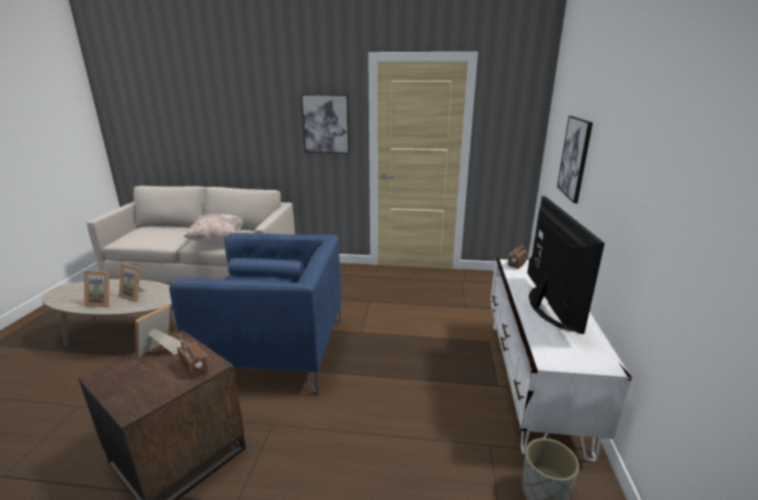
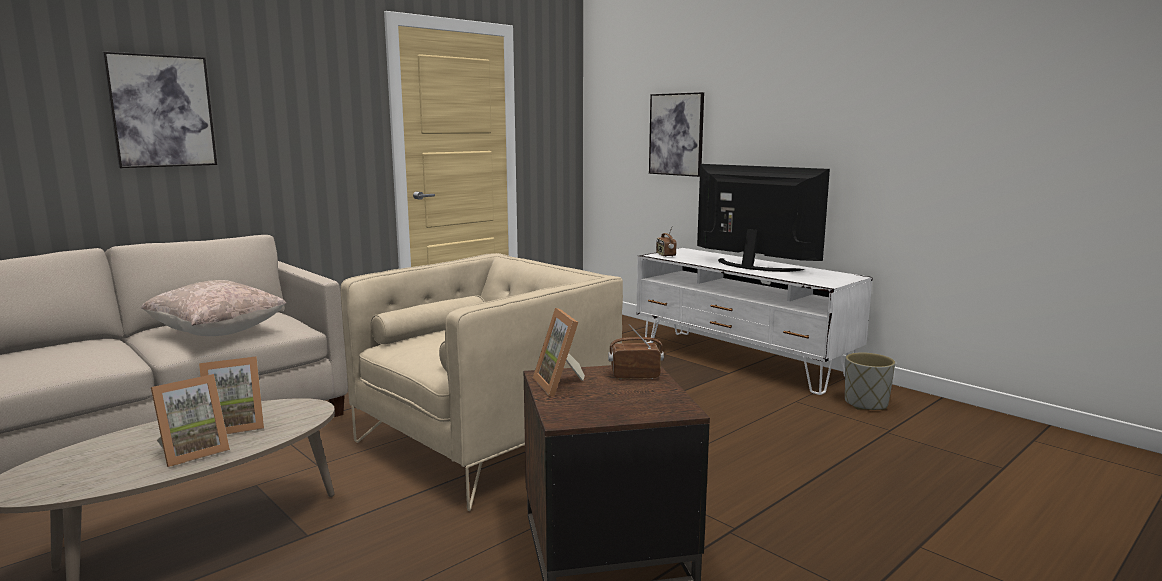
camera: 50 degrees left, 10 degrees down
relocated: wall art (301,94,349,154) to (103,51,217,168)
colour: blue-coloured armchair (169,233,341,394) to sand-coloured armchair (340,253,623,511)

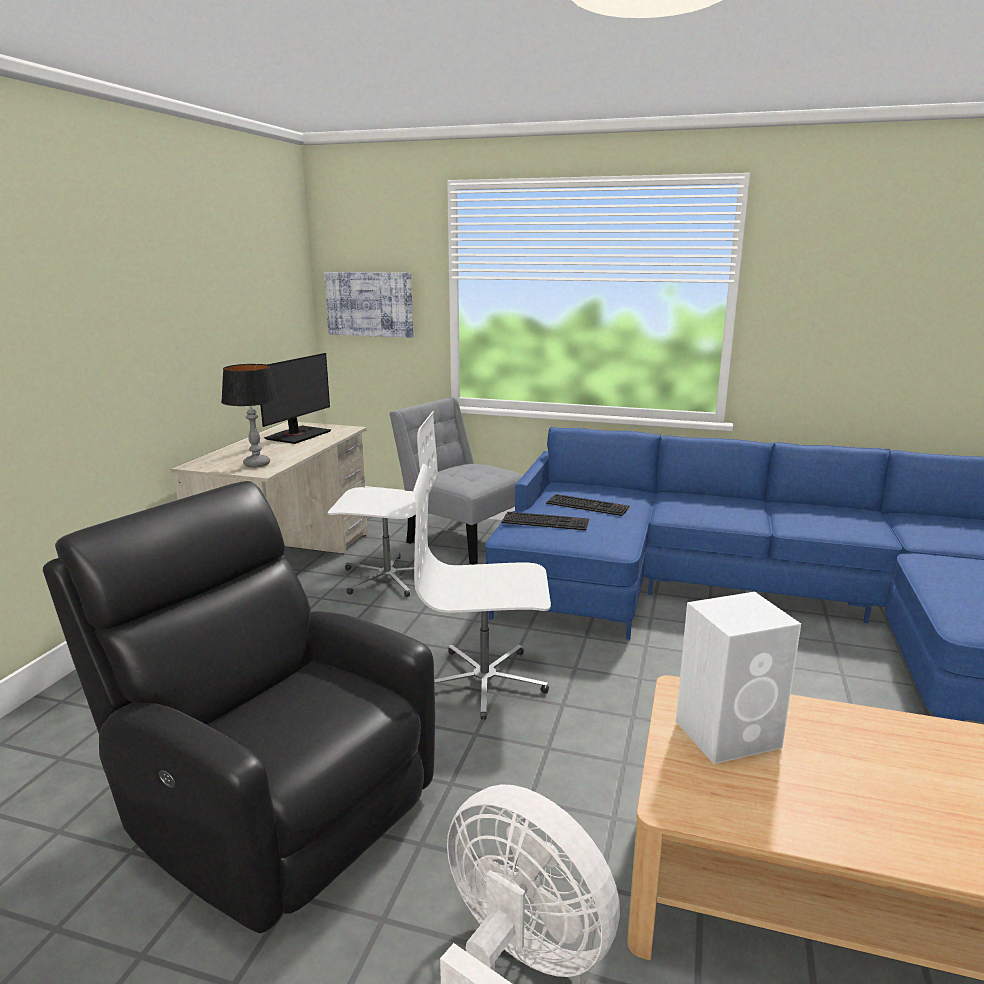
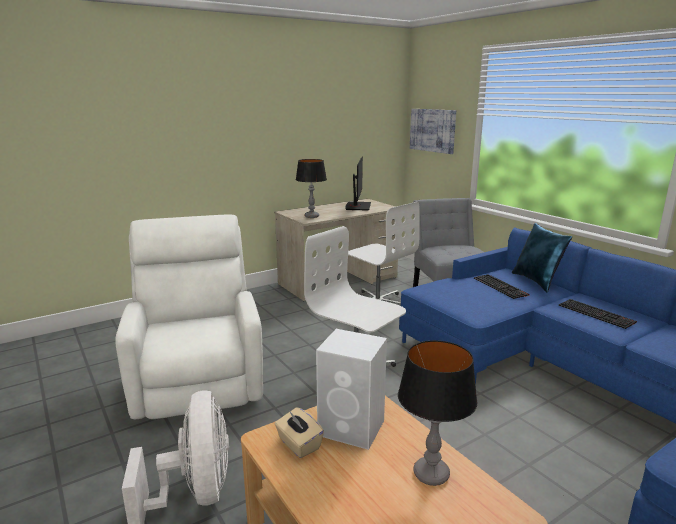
camera: 40 degrees right, 0 degrees up
appeared: sand-coloured tissue holder (275,407,324,458); lamp for a table (398,340,477,486); blue-coloured cushion (512,223,572,293)
relocated: PC keyboard (502,512,589,531) to (559,299,637,329)
colour: black-coloured armchair (43,481,435,933) to white-coloured armchair (115,214,263,419)
spun: computer screen (260,353,332,444) = (345,156,371,211) 60 degrees counterclockwise

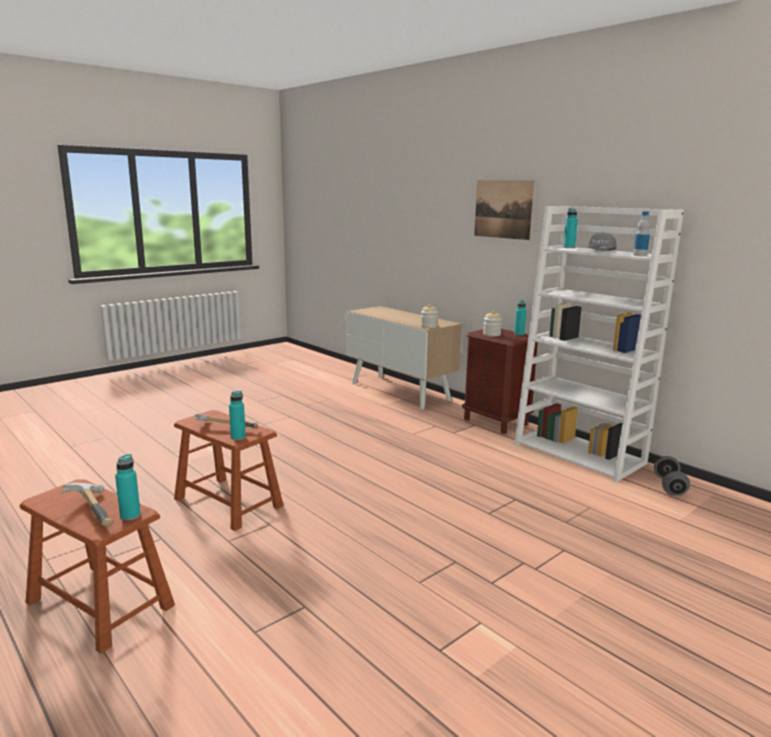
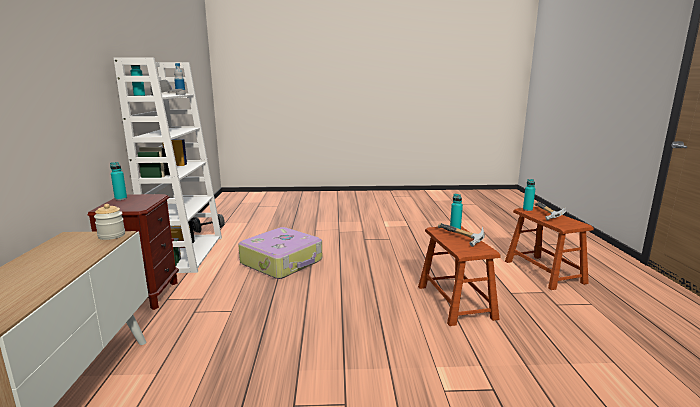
camera: 140 degrees left, 0 degrees up
missing: wall art (474,180,535,240); preserve jar (483,311,502,337)
appeared: piece of luggage (238,227,322,279)

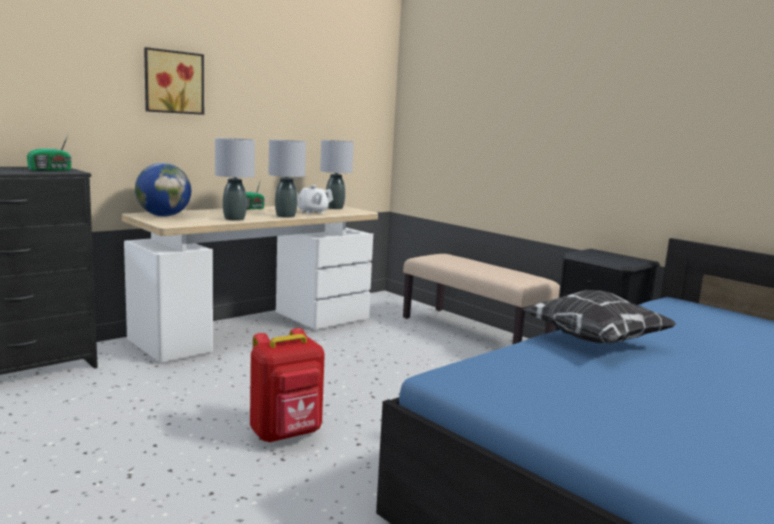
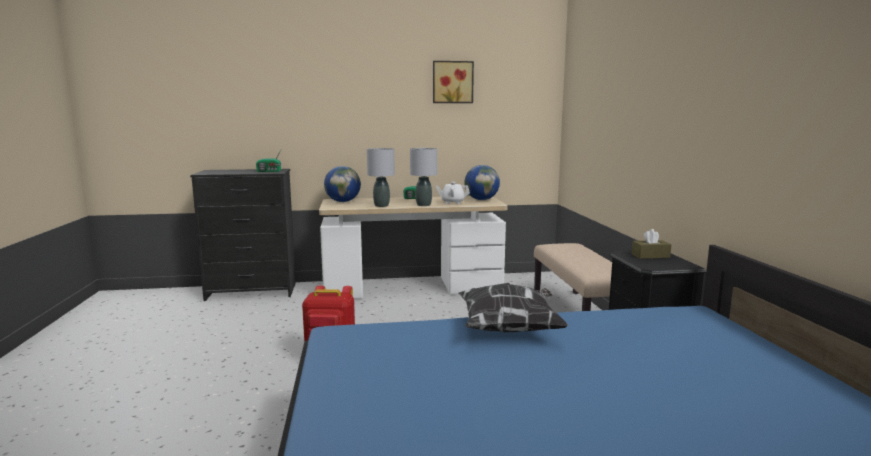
camera: 35 degrees right, 0 degrees up
appeared: brownish tissue holder (632,229,672,259)
relocated: wall art (144,47,204,115) to (433,61,474,103)
exchanged: greyish lamp for a table (320,140,354,209) to desk globe (464,165,500,200)

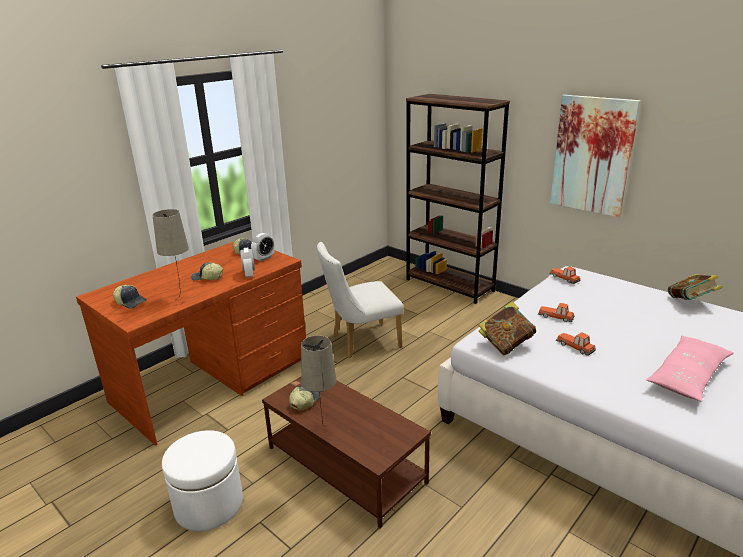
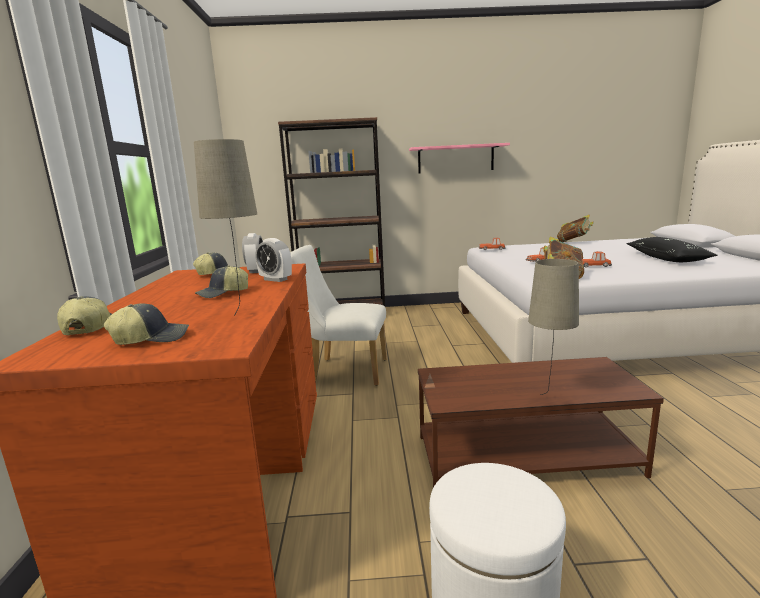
camera: 45 degrees left, 10 degrees down
relocated: baseball cap (289,386,321,411) to (57,296,112,335)
exchanged: wall art (550,95,641,217) to pinkish wall shelf (409,143,510,174)
colour: pinkish cushion (646,336,734,402) to black-coloured cushion (626,237,717,262)
spun: white-coloured plain chair (317,242,403,358) = (290,245,387,386) 75 degrees clockwise

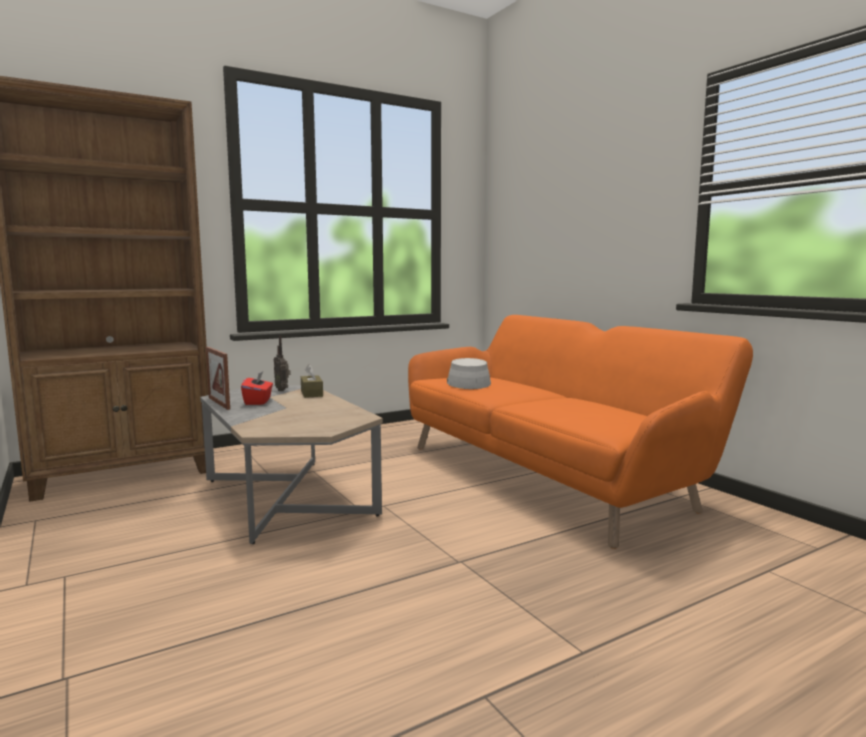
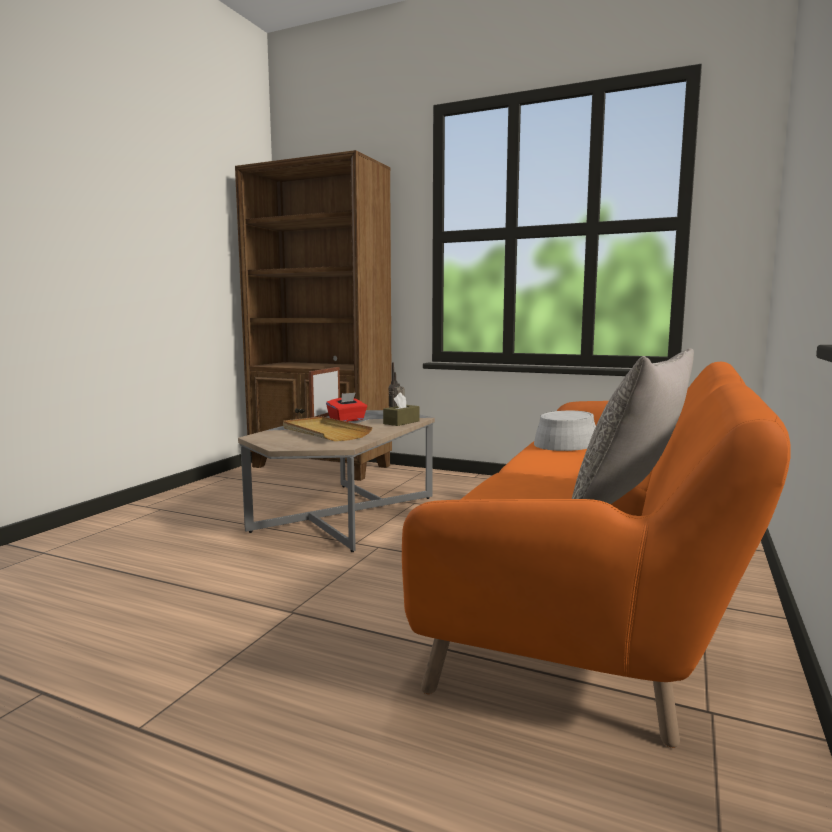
camera: 55 degrees right, 0 degrees up
appeared: sand-coloured carrying tray (283,417,373,441); greyish cushion (572,348,694,504)

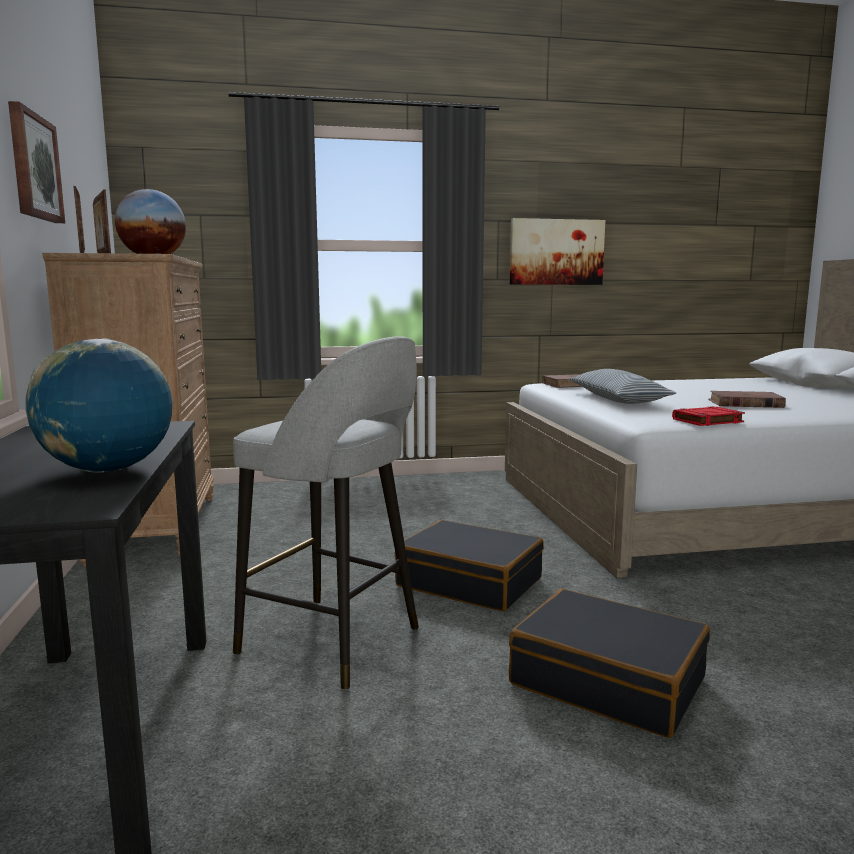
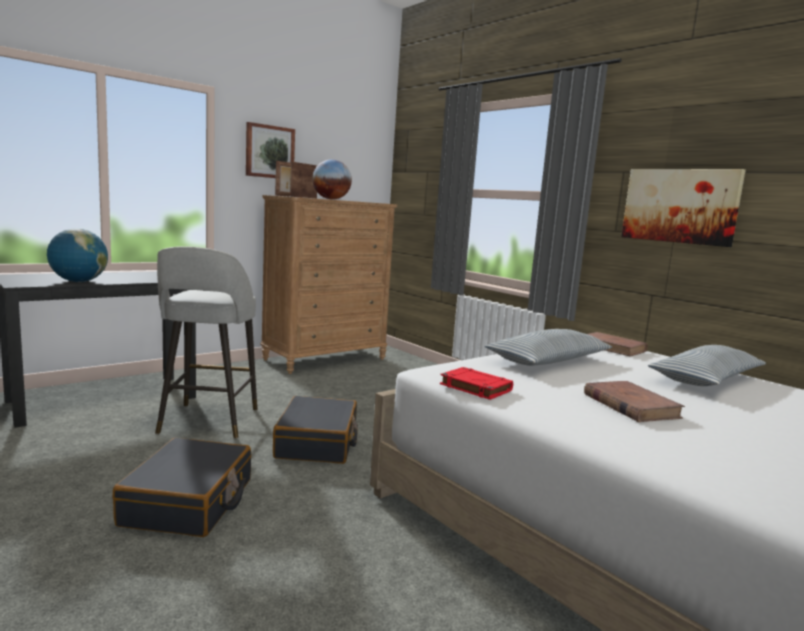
camera: 60 degrees right, 0 degrees up
appeared: cushion (648,345,766,386)

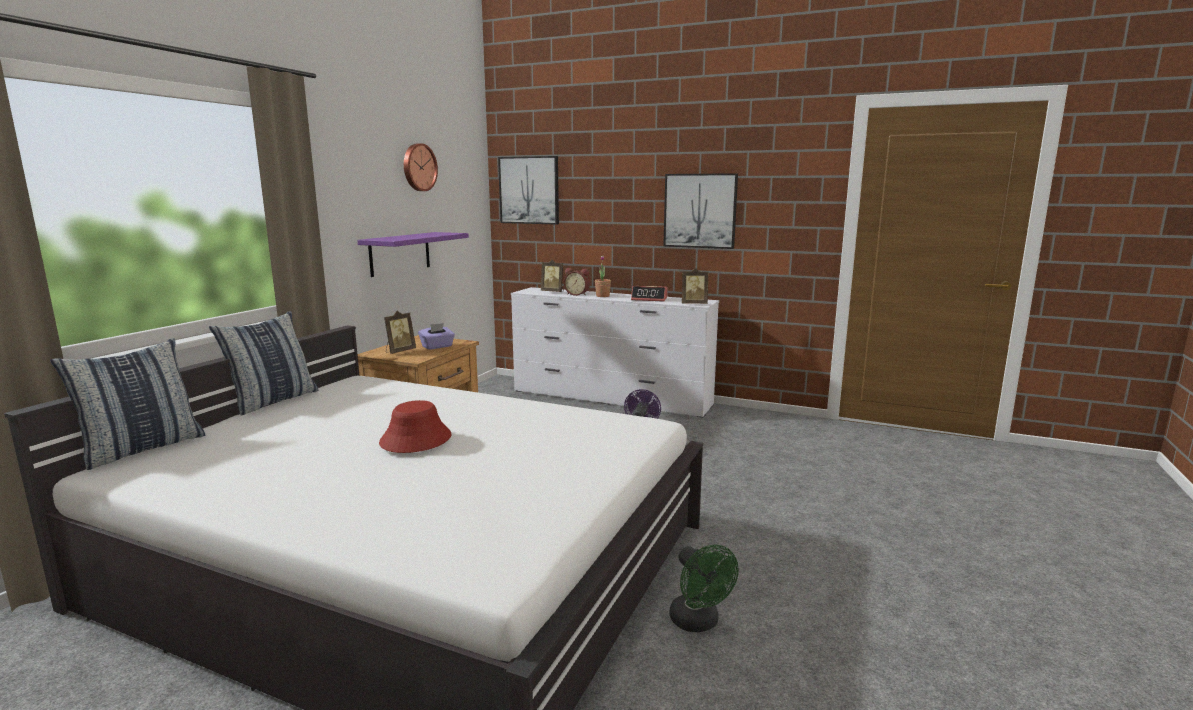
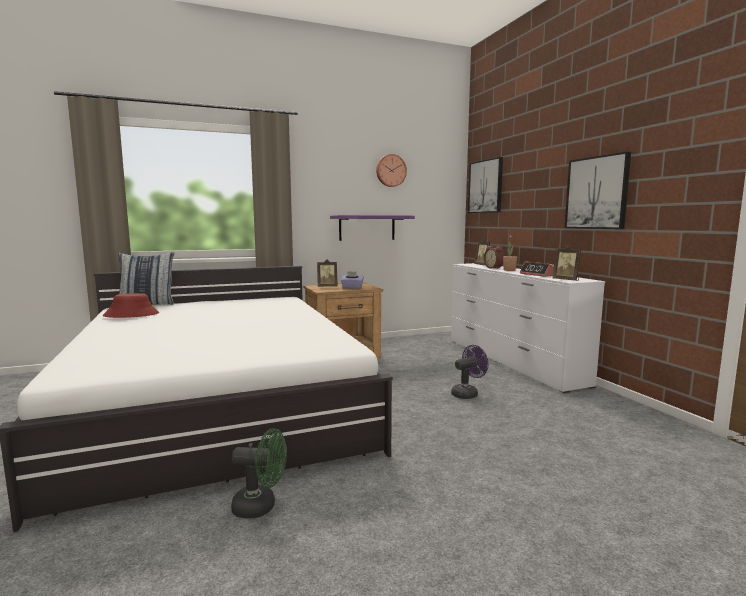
camera: 45 degrees right, 5 degrees down
missing: cushion (209,311,319,415)
relocated: red hat (379,400,451,453) to (103,293,159,318)
spun: greenish cooling fan (669,545,739,632) = (231,428,287,519) 105 degrees counterclockwise

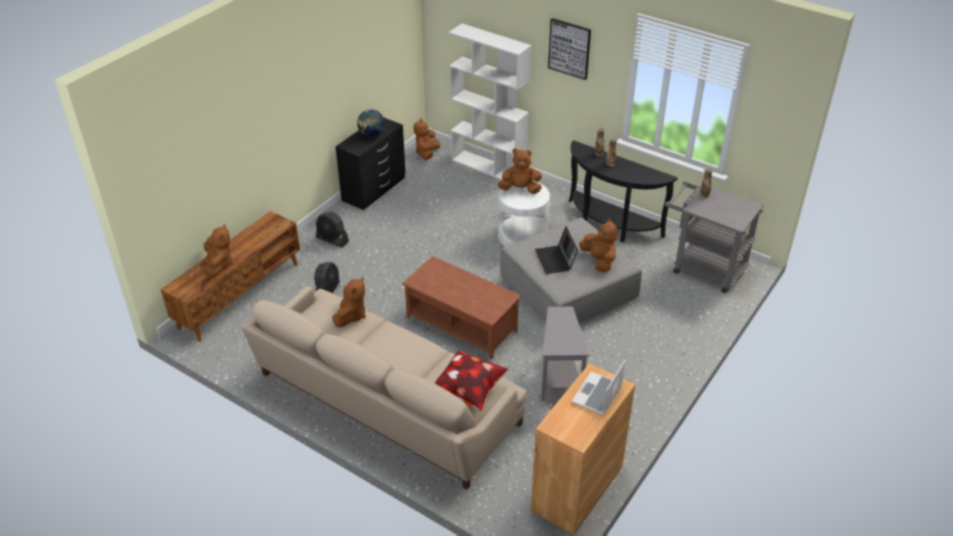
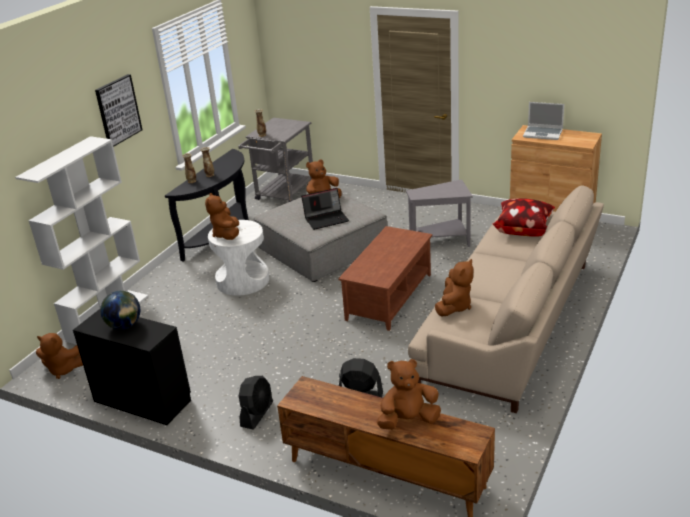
camera: 95 degrees left, 10 degrees down
spun: brownish plush toy (332,277,366,327) = (435,259,474,316) 105 degrees clockwise

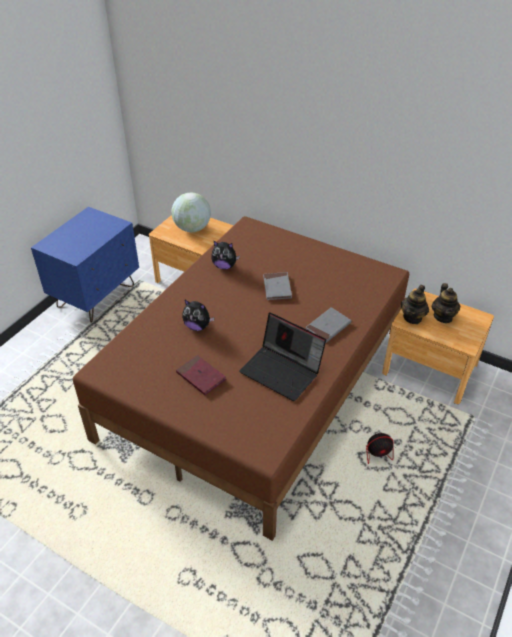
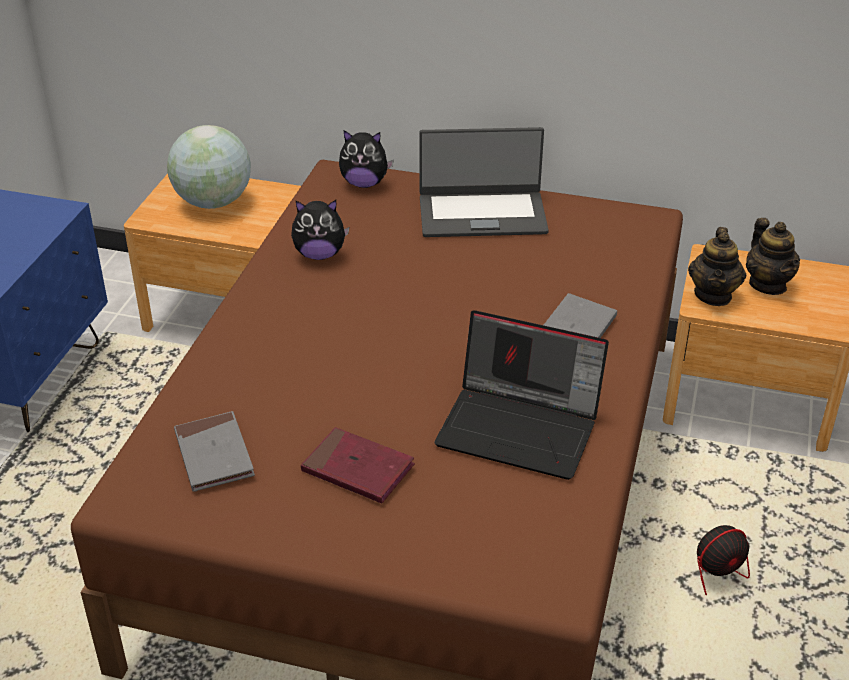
camera: 15 degrees left, 5 degrees down
appeared: notebook computer (419,127,549,237)
relocated: greyish volume (263,272,292,300) to (174,411,255,492); plush toy (182,300,215,331) to (339,130,394,188)

